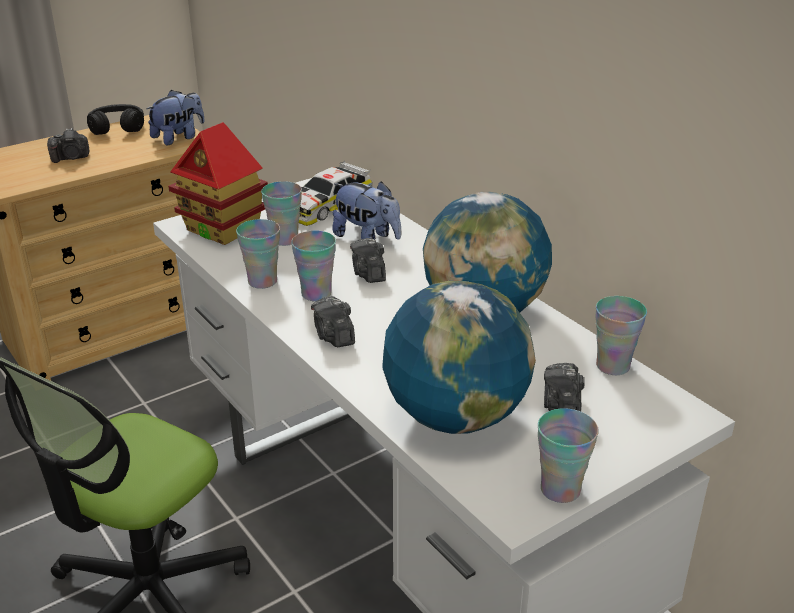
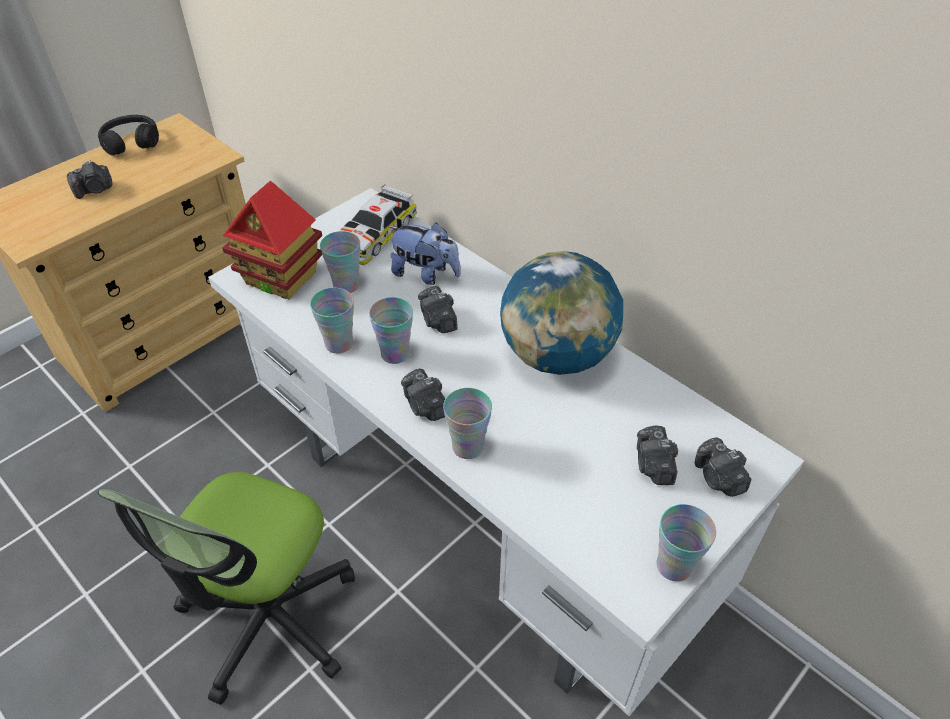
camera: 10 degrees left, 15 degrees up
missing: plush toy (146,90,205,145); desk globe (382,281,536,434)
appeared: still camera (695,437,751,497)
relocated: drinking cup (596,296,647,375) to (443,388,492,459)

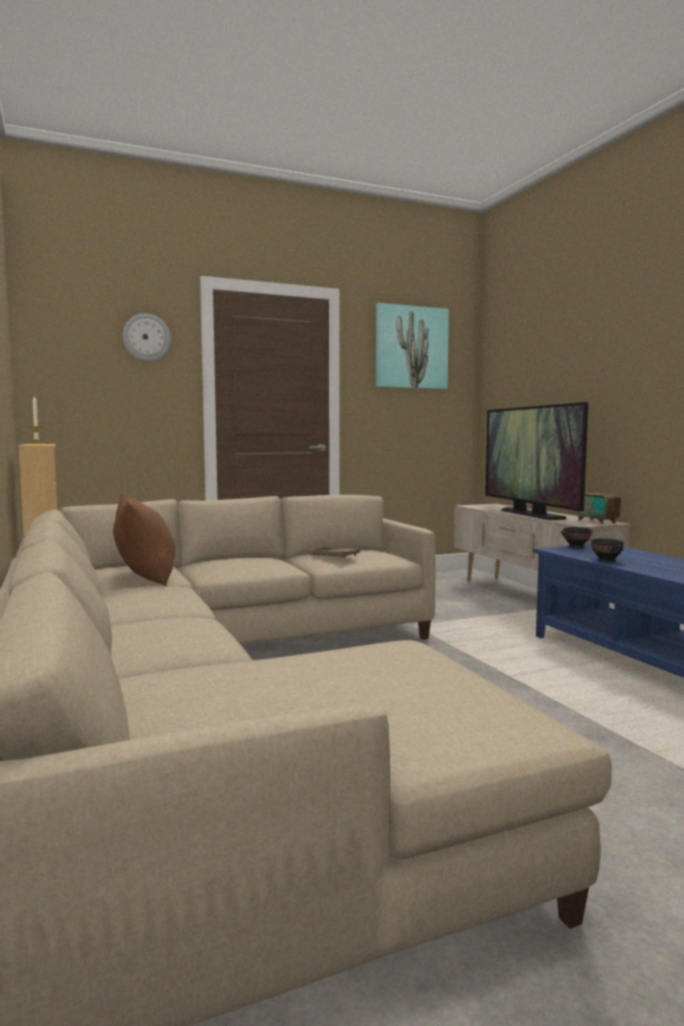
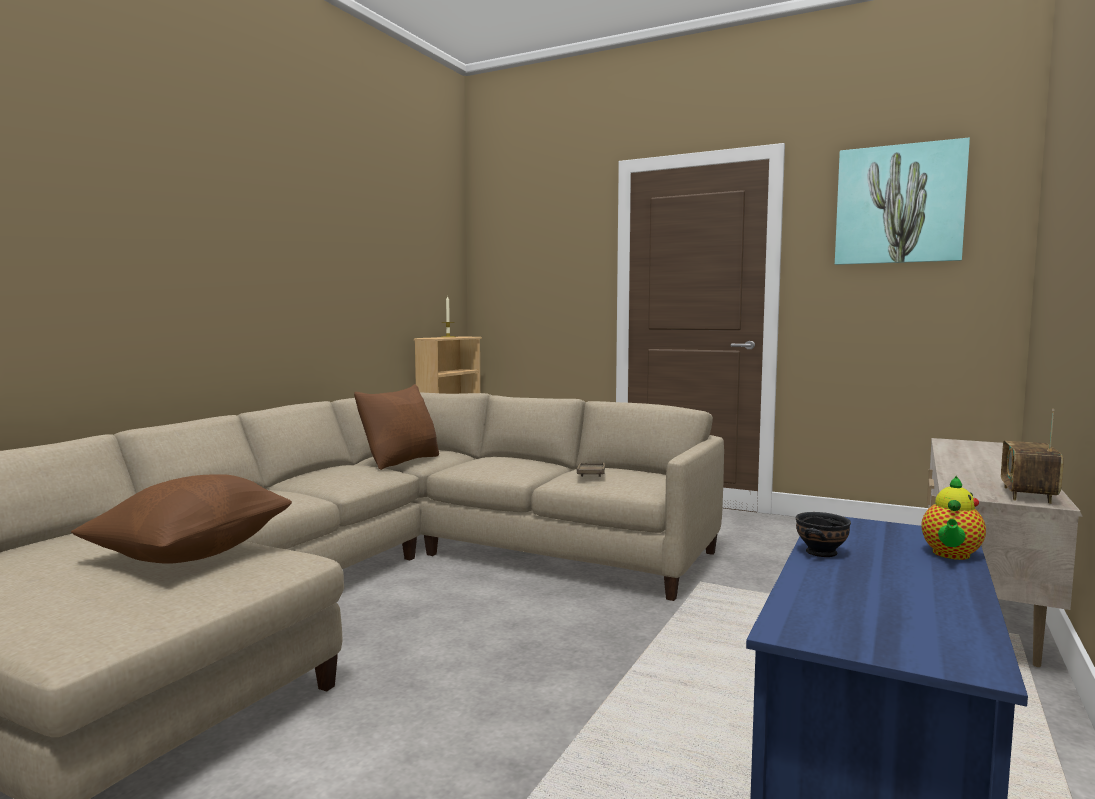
camera: 50 degrees right, 0 degrees up
missing: wall clock (123,314,171,361); TV set (485,402,588,520); black-coloured serving bowl (561,527,592,548)
appeared: brownish cushion (71,474,292,564); teapot (921,476,986,560)

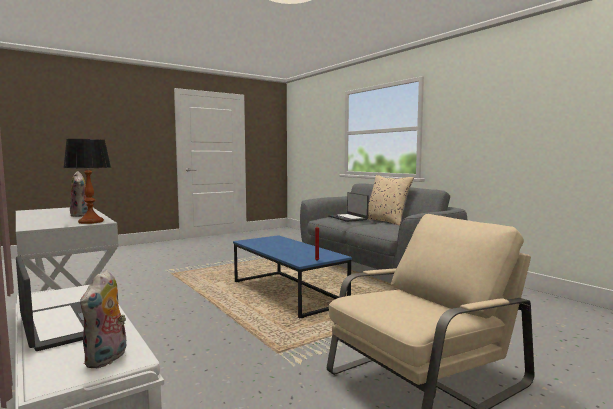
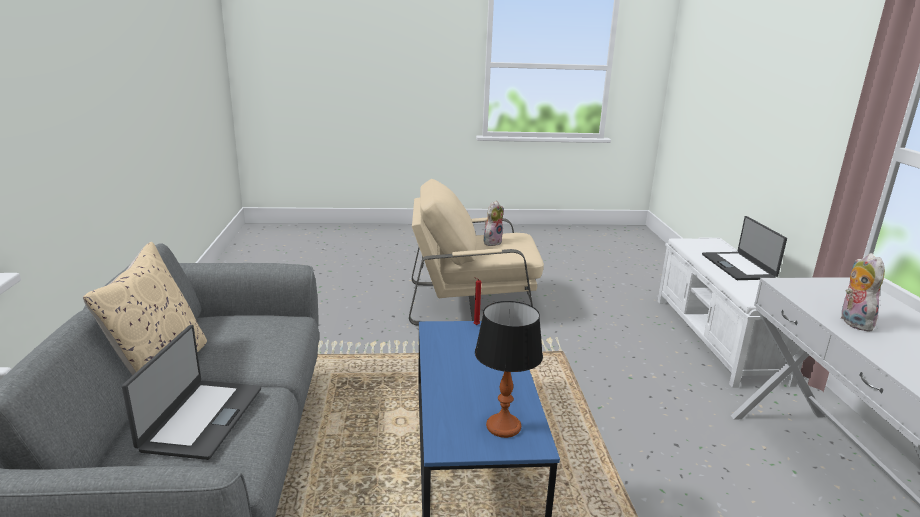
camera: 150 degrees left, 15 degrees up
relocated: lamp for a table (64,139,111,224) to (475,301,543,438); plush toy (80,270,126,368) to (484,201,504,246)

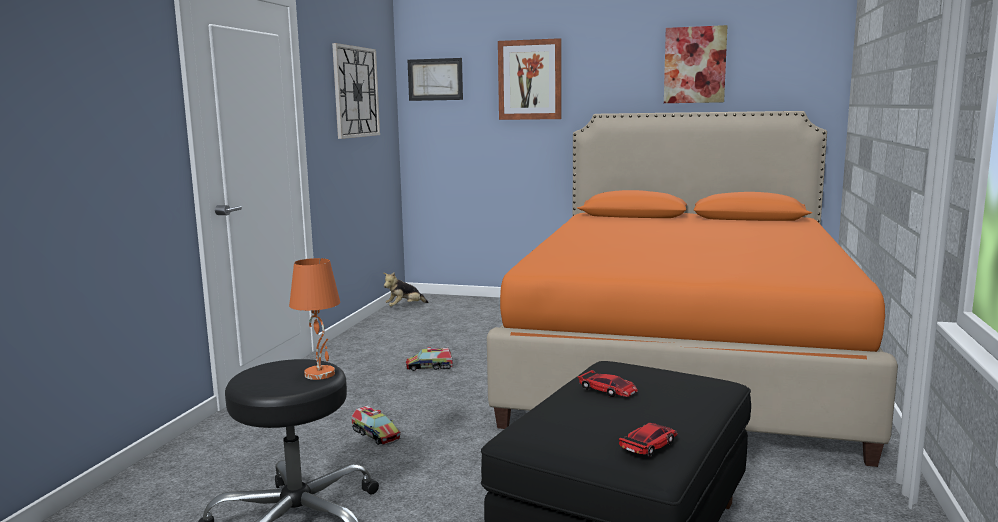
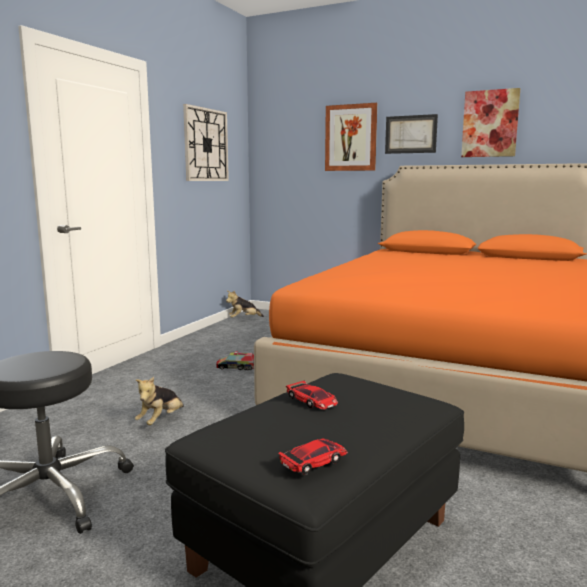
camera: 10 degrees right, 0 degrees up
missing: orange-coloured lamp for a table (289,258,340,380)
relocated: wall art (408,58,463,101) to (385,114,438,154)
exchanged: toy lorry (351,406,400,445) to plush toy (135,377,184,425)

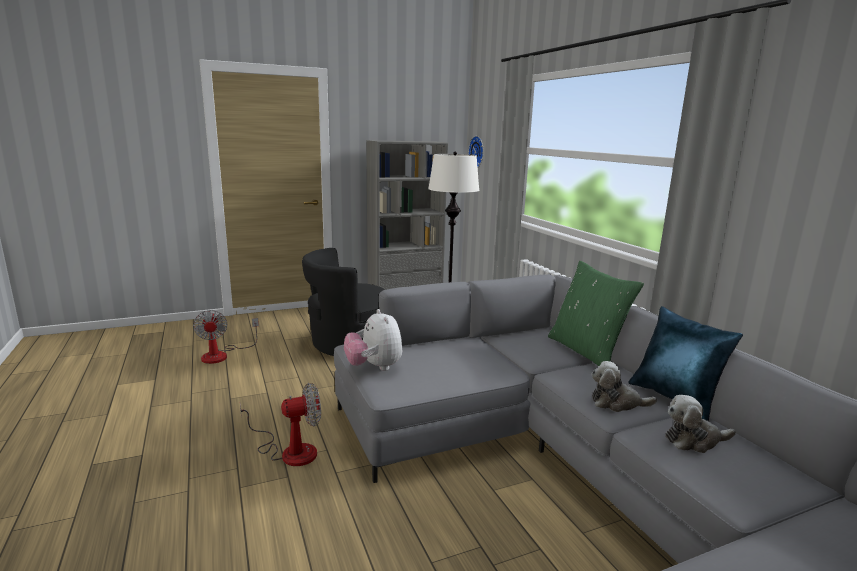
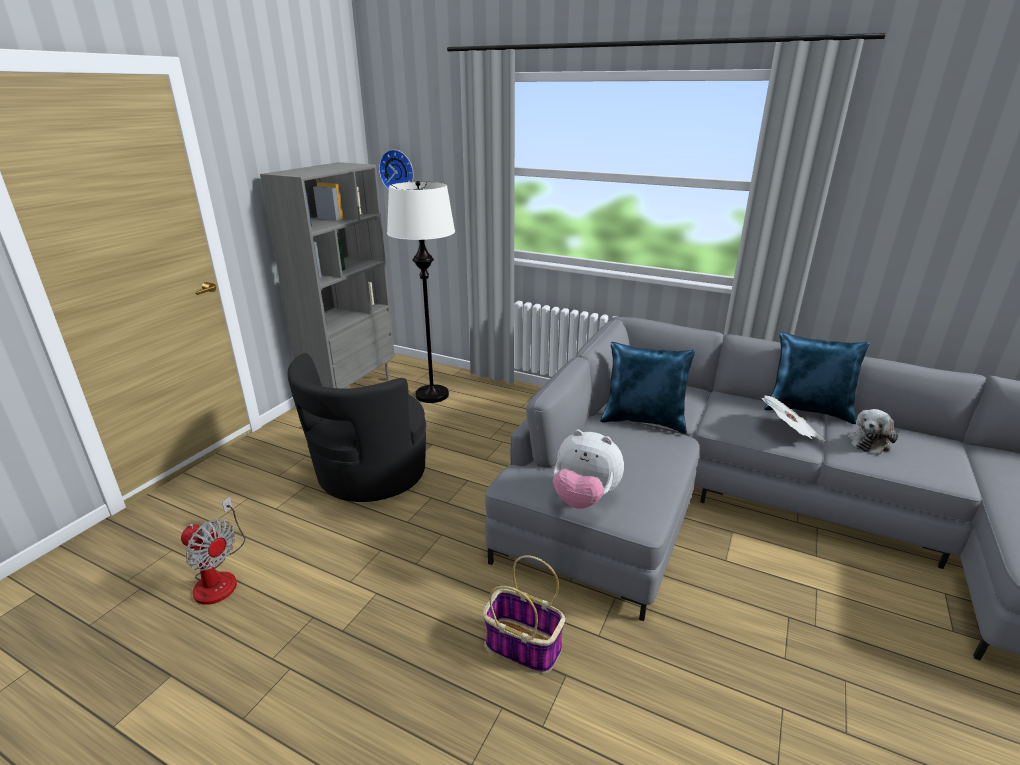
camera: 40 degrees left, 10 degrees up
missing: greenish cushion (548,261,644,366)
appeared: blue-coloured cushion (600,342,695,434)
exchanged: cooling fan (240,383,321,466) to household basket (483,555,565,673); plush toy (591,361,657,412) to printed paper (761,395,826,441)

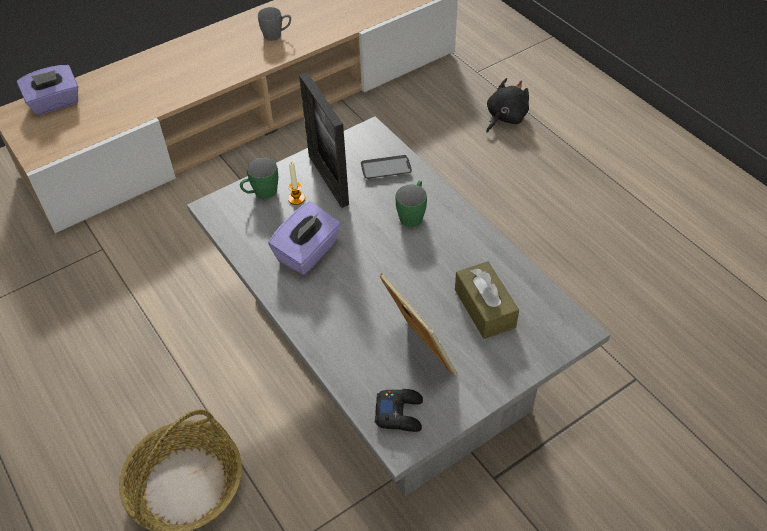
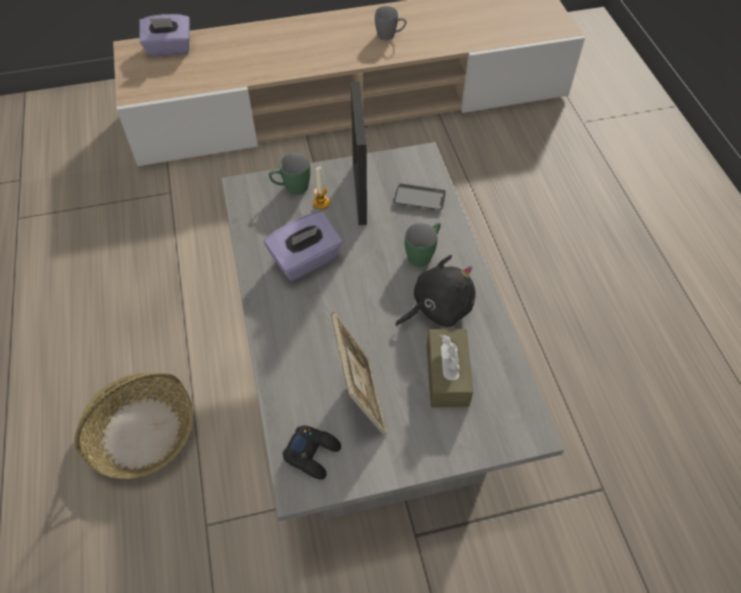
camera: 20 degrees right, 5 degrees up
relocated: black-coloured plush toy (486,78,529,133) to (395,255,476,327)

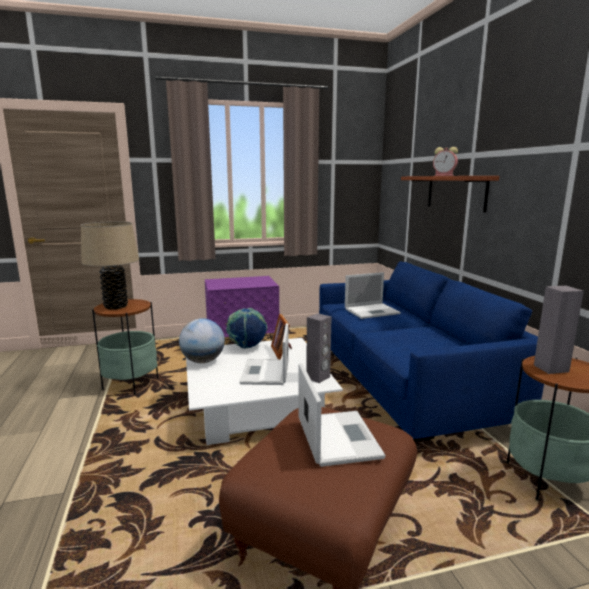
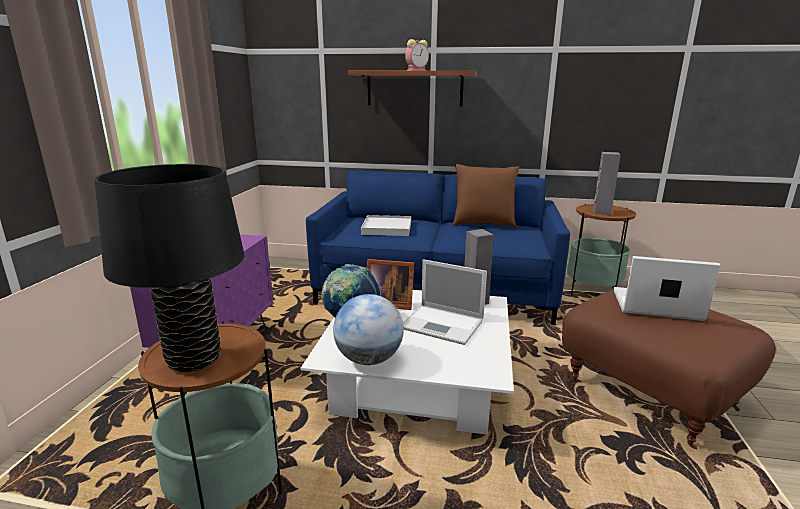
camera: 65 degrees left, 5 degrees up
appeared: brownish cushion (453,164,519,228)
exchanged: notebook computer (345,272,401,319) to white-coloured carrying tray (361,215,411,236)
colour: sand-coloured lamp for a table (81,221,139,309) to black-coloured lamp for a table (94,164,245,373)

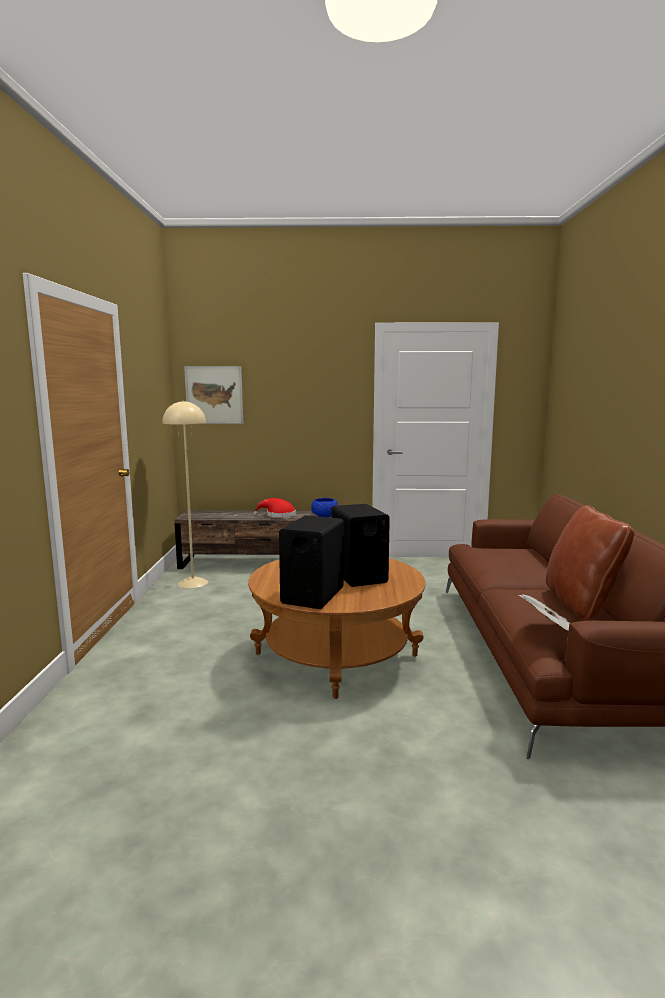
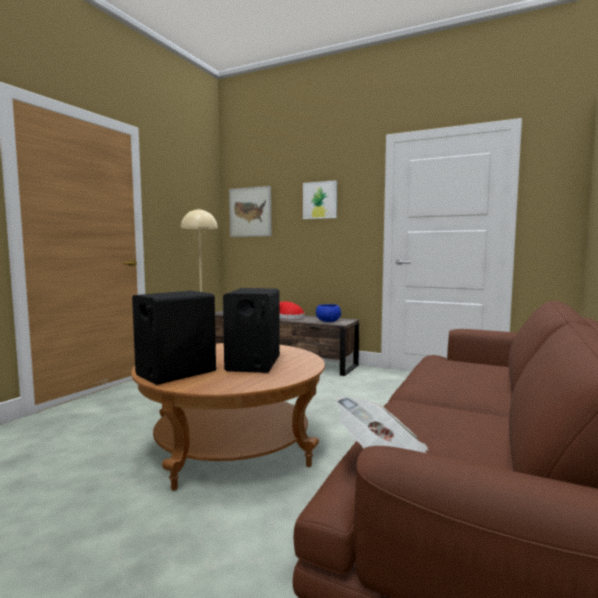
camera: 25 degrees right, 5 degrees down
missing: brownish cushion (546,505,634,621)
appeared: wall art (303,180,337,219)

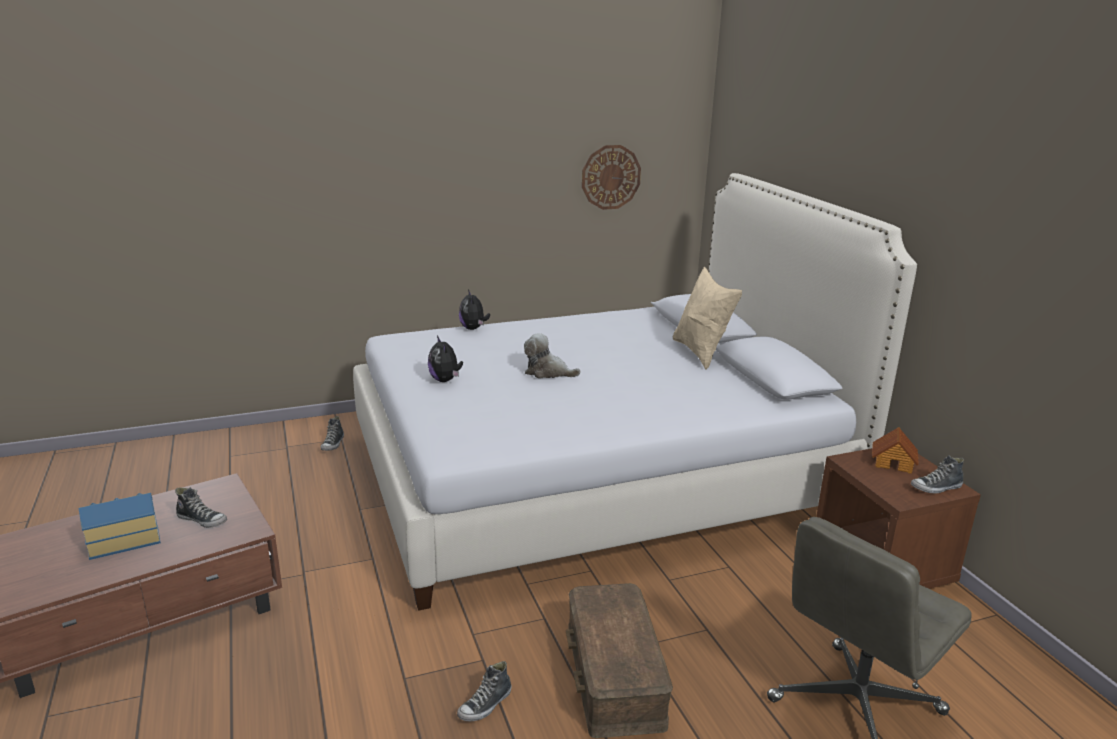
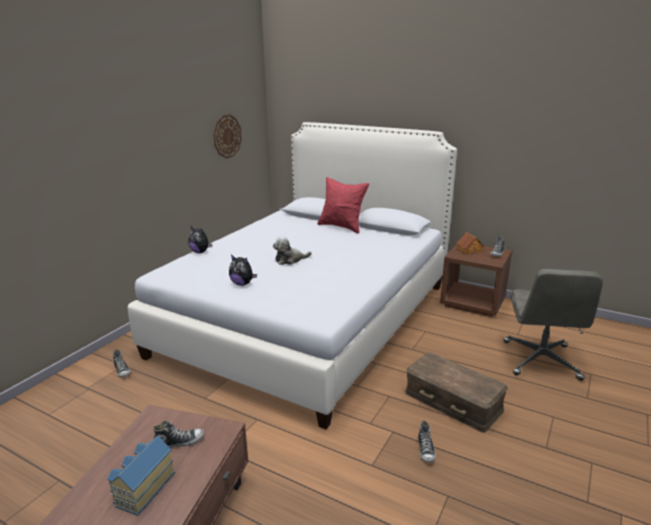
camera: 40 degrees left, 0 degrees up
colour: sand-coloured cushion (673,267,742,370) to red cushion (317,177,369,234)

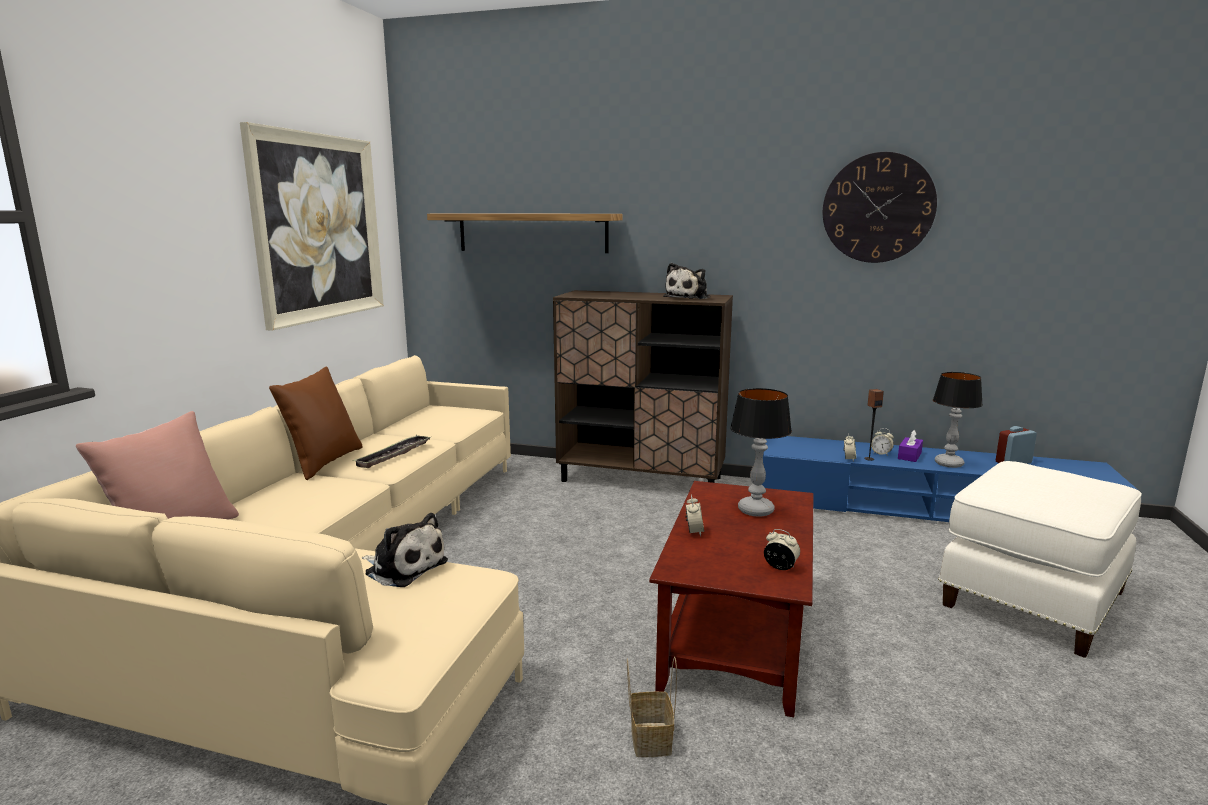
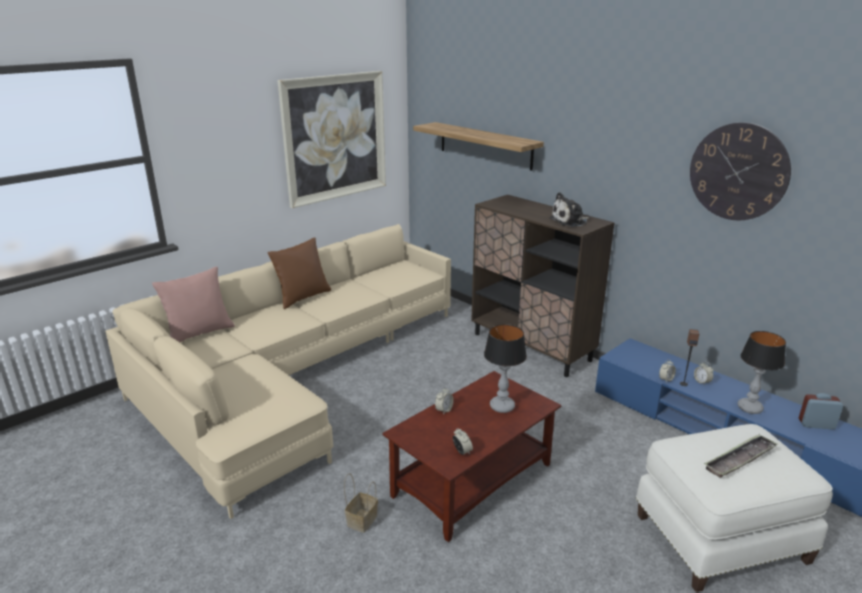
camera: 30 degrees right, 10 degrees up
missing: plush toy (362,513,448,587); purple-coloured tissue holder (898,430,923,462)
relocated: carrying tray (353,435,431,468) to (704,434,778,478)

